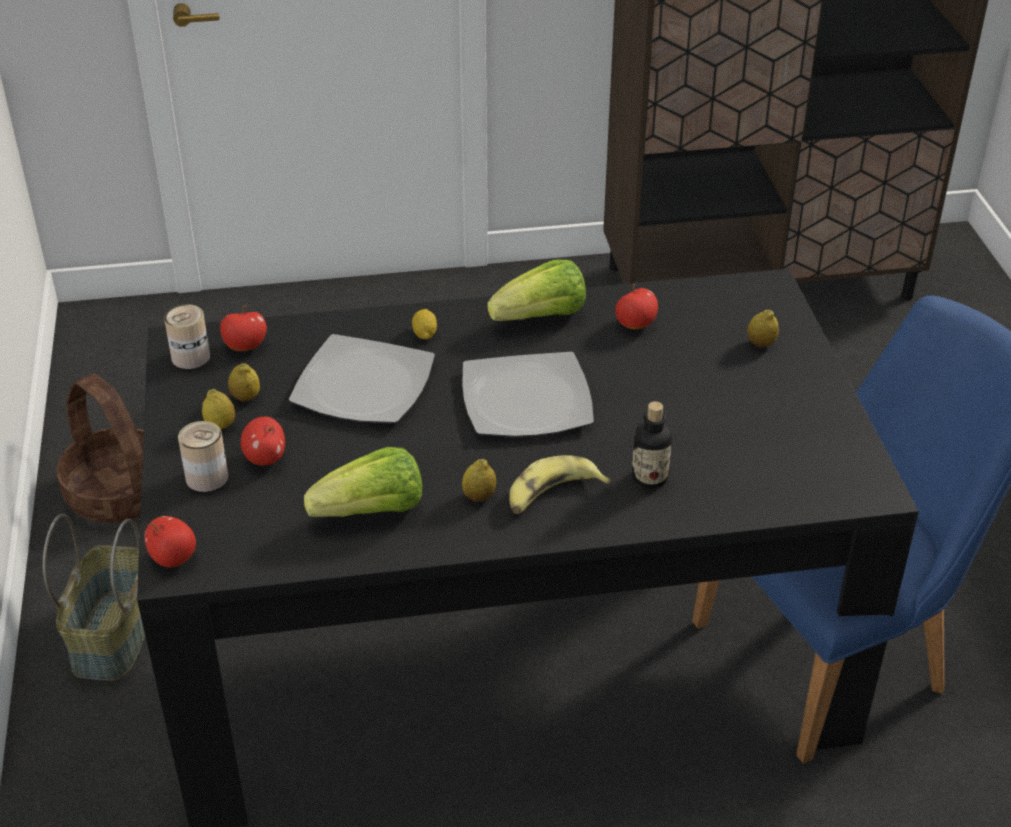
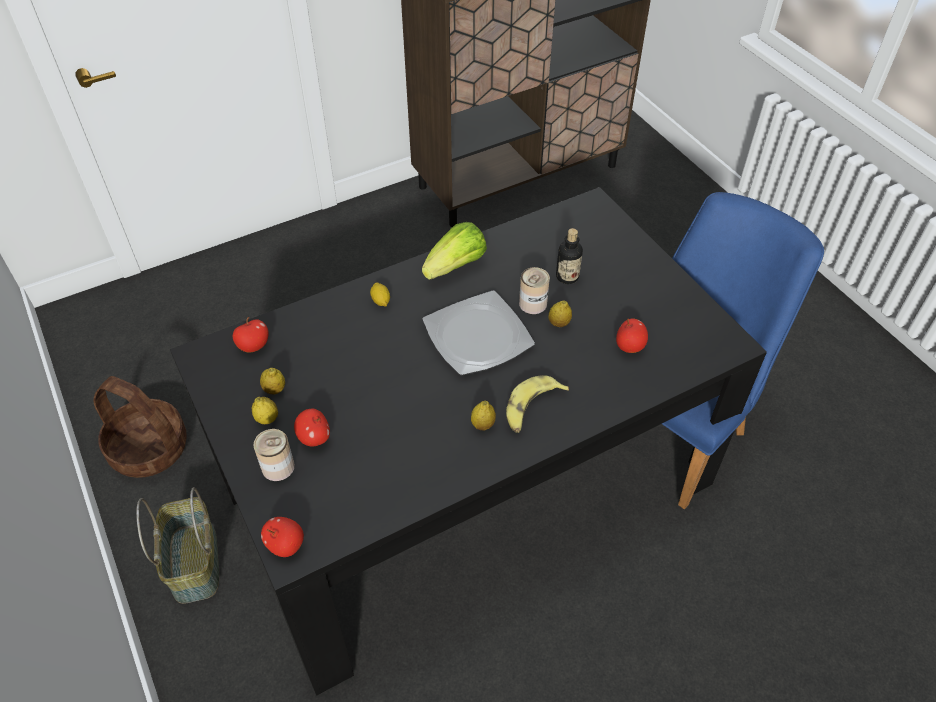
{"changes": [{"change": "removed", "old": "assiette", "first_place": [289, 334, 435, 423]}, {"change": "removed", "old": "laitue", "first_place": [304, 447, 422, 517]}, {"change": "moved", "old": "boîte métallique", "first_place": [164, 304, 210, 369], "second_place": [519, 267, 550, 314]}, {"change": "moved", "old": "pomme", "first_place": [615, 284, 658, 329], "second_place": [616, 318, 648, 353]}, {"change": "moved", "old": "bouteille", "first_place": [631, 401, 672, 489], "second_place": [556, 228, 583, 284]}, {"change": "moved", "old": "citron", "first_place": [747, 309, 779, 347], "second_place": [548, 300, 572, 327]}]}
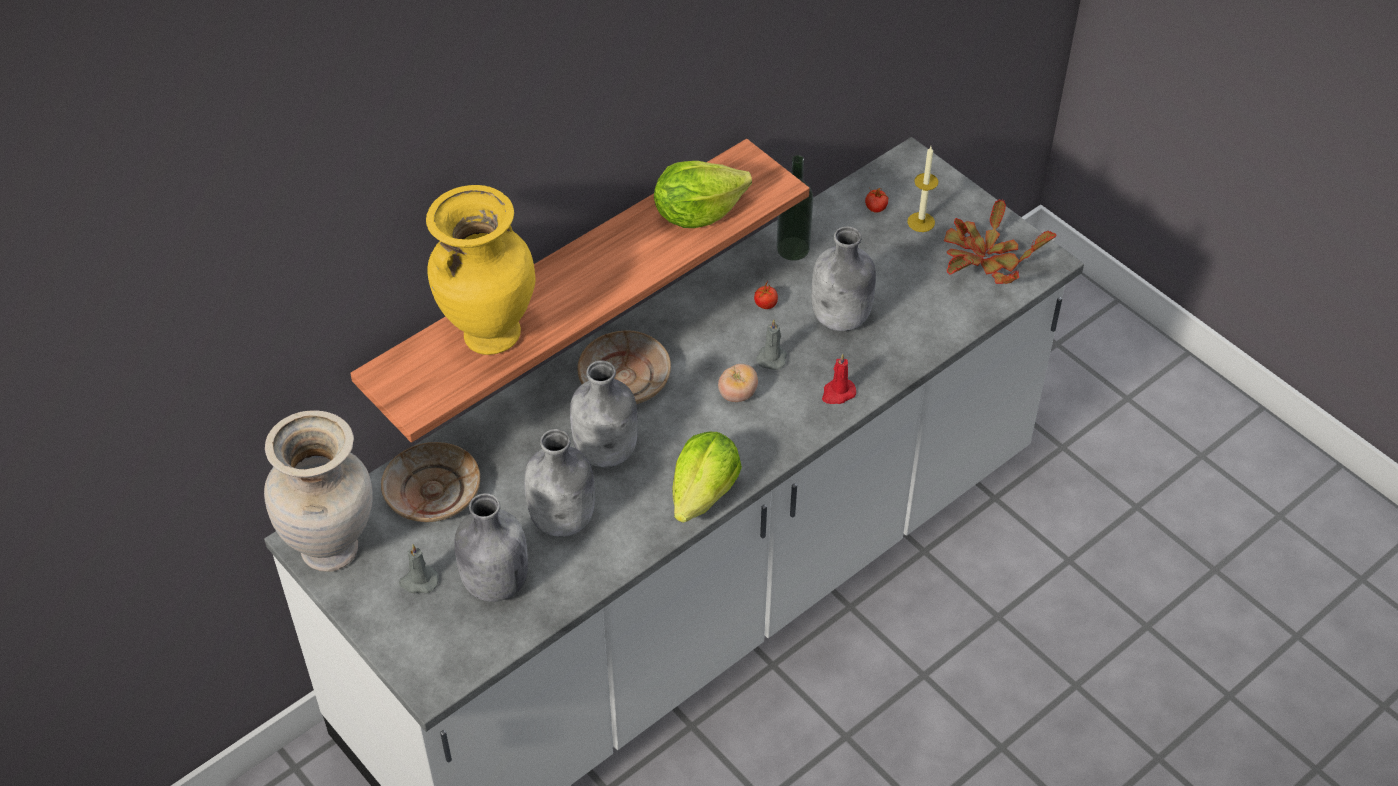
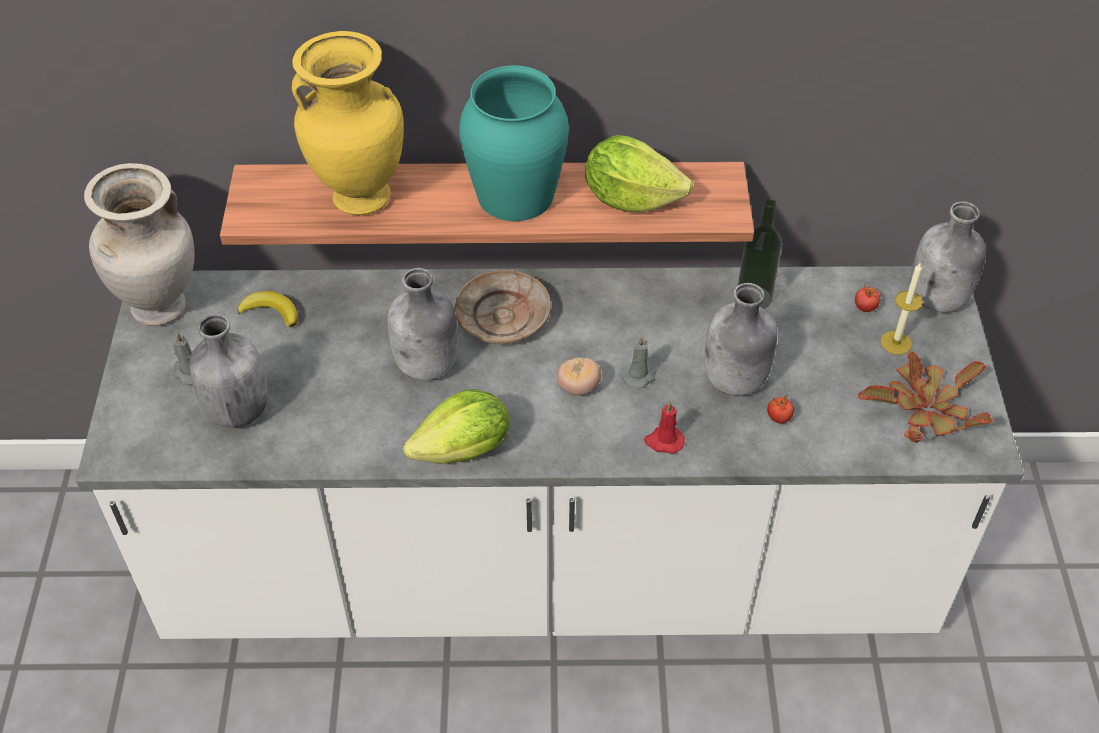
{"changes": [{"change": "added", "new": "vase (turquoise)", "second_place": [459, 65, 569, 221]}, {"change": "moved", "old": "bouteille (gris)", "first_place": [524, 429, 595, 537], "second_place": [910, 201, 986, 312]}, {"change": "moved", "old": "tomate", "first_place": [754, 280, 778, 309], "second_place": [767, 395, 794, 424]}, {"change": "replaced", "old": "assiette (beige)", "new": "banane", "first_place": [381, 442, 480, 522], "second_place": [237, 291, 298, 328]}]}
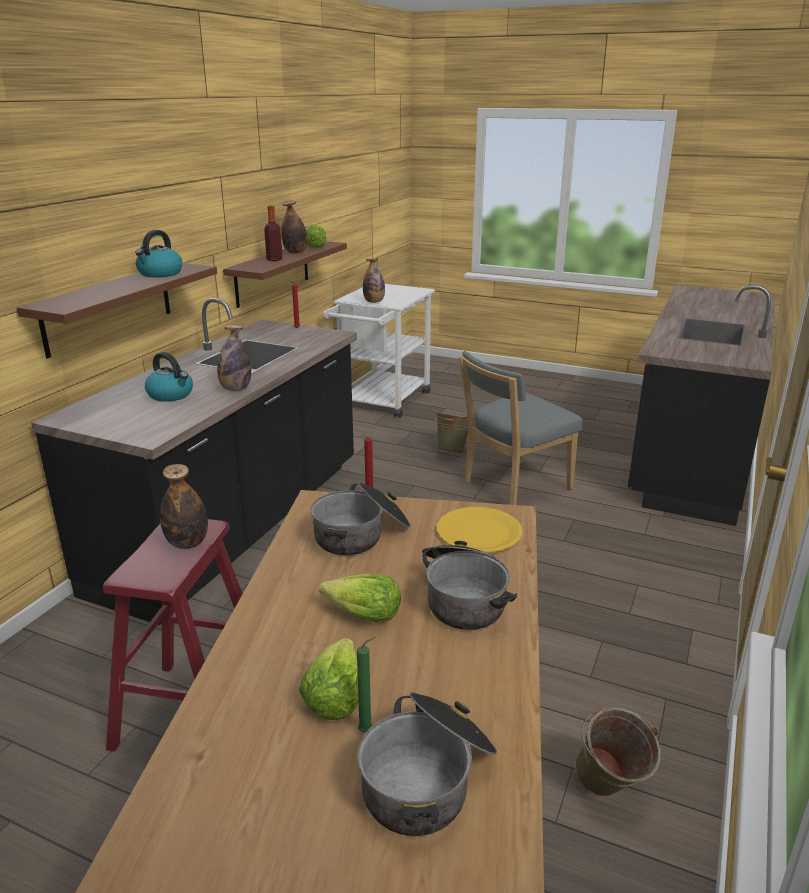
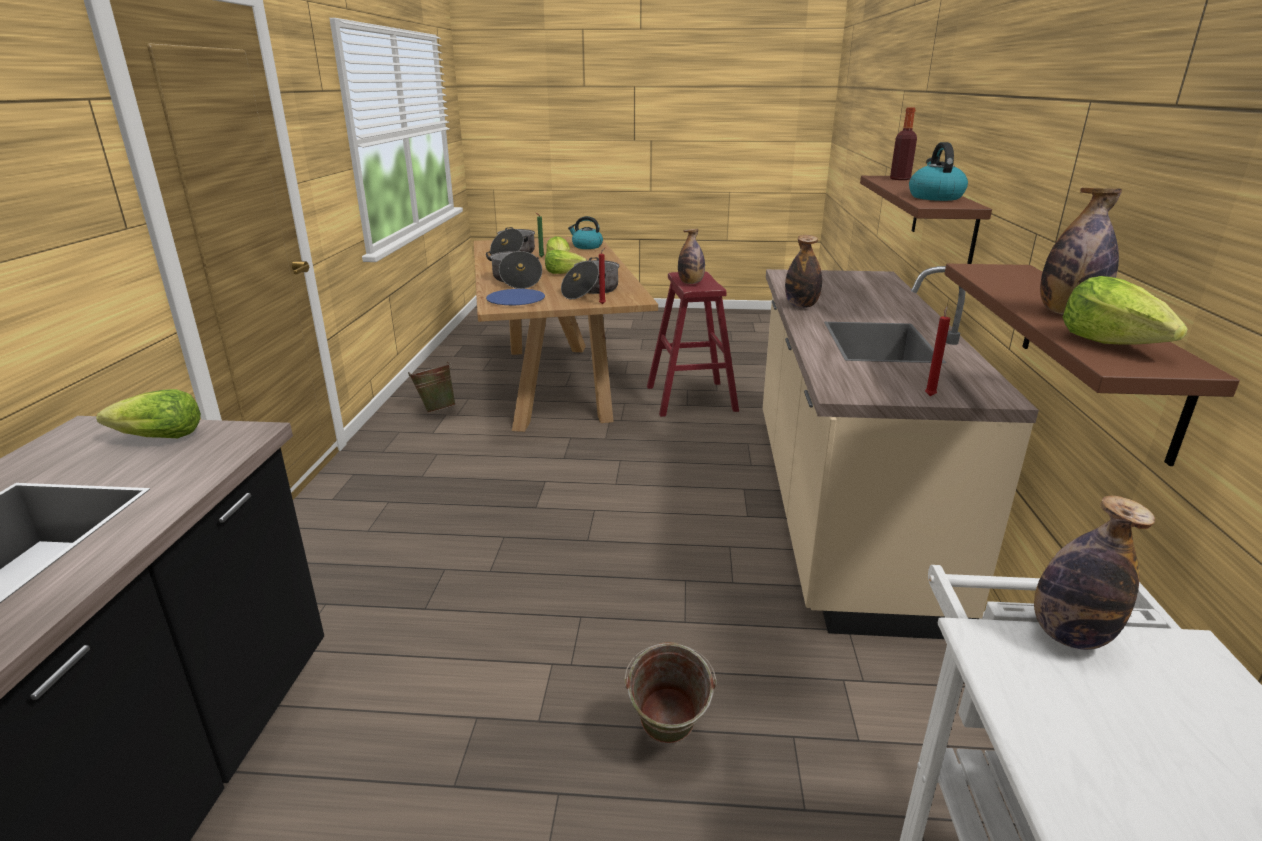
{"changes": [{"change": "removed", "old": "chaise (gris)", "first_place": [459, 351, 582, 505]}, {"change": "added", "new": "laitue", "second_place": [96, 389, 201, 438]}, {"change": "moved", "old": "bouilloire", "first_place": [145, 352, 193, 402], "second_place": [568, 216, 603, 249]}, {"change": "moved", "old": "bouteille", "first_place": [264, 205, 283, 261], "second_place": [890, 107, 917, 180]}, {"change": "recoloured", "old": "comptoir de cuisine (noir)", "new": "comptoir de cuisine (beige)", "first_place": [31, 298, 357, 625], "second_place": [763, 266, 1039, 639]}, {"change": "recoloured", "old": "assiette (jaune)", "new": "assiette (bleu)", "first_place": [437, 507, 523, 553], "second_place": [486, 289, 545, 305]}]}
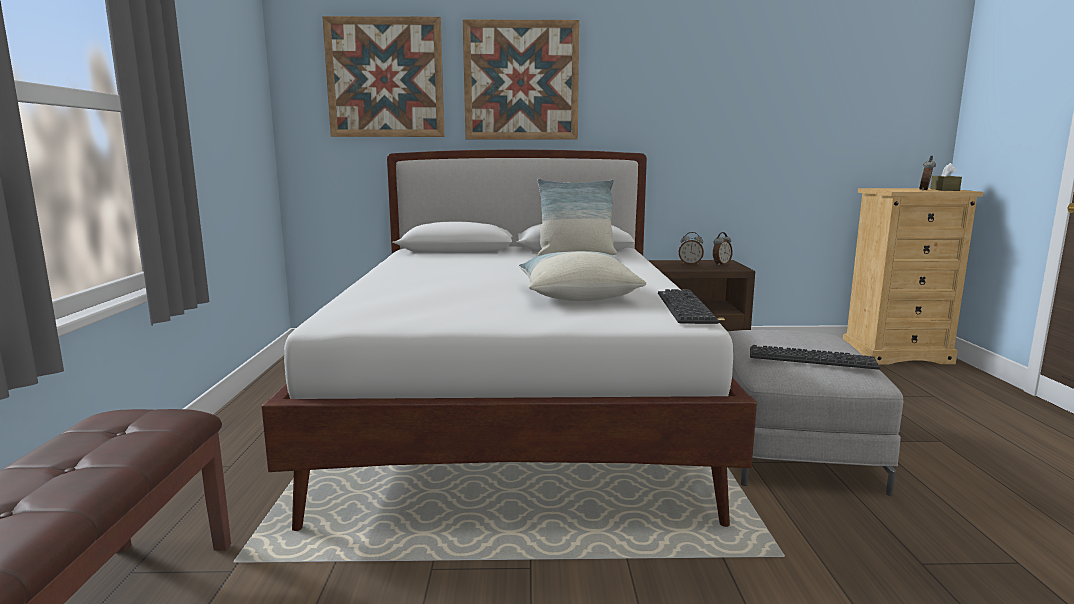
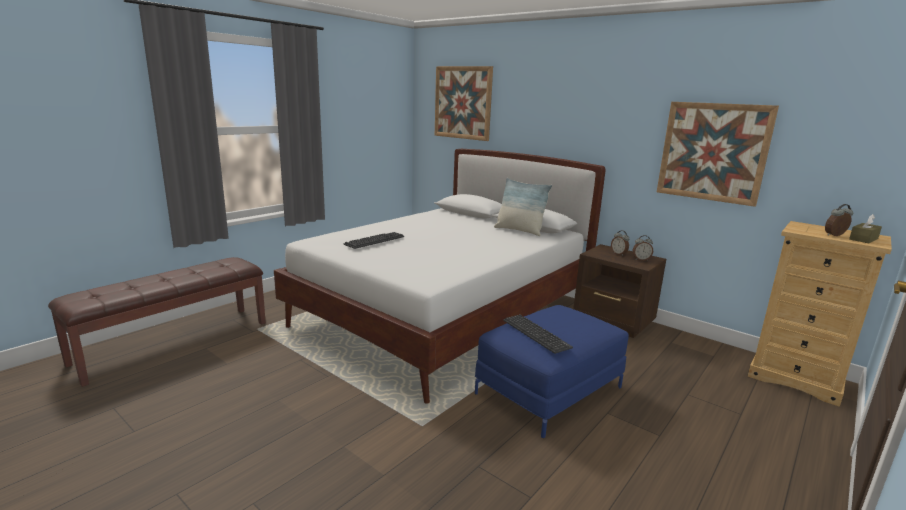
{"changes": [{"change": "removed", "old": "coussin", "first_place": [519, 251, 646, 301]}, {"change": "moved", "old": "tableau", "first_place": [463, 20, 579, 139], "second_place": [657, 102, 779, 207]}, {"change": "moved", "old": "clavier", "first_place": [658, 289, 719, 324], "second_place": [343, 232, 404, 249]}, {"change": "recoloured", "old": "pouf (gris)", "new": "pouf (bleu)", "first_place": [727, 330, 903, 496], "second_place": [475, 305, 629, 438]}]}
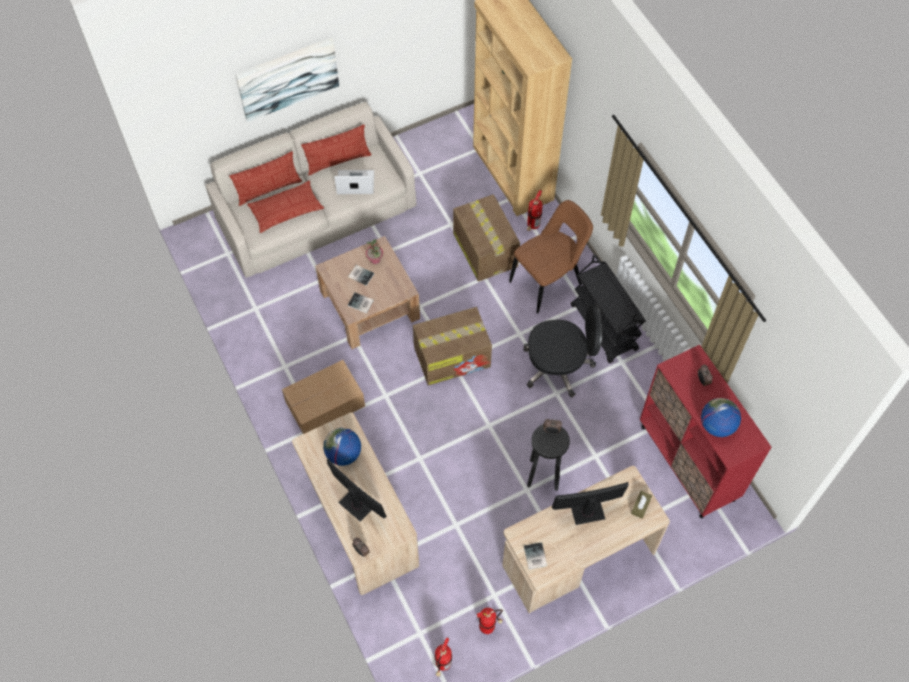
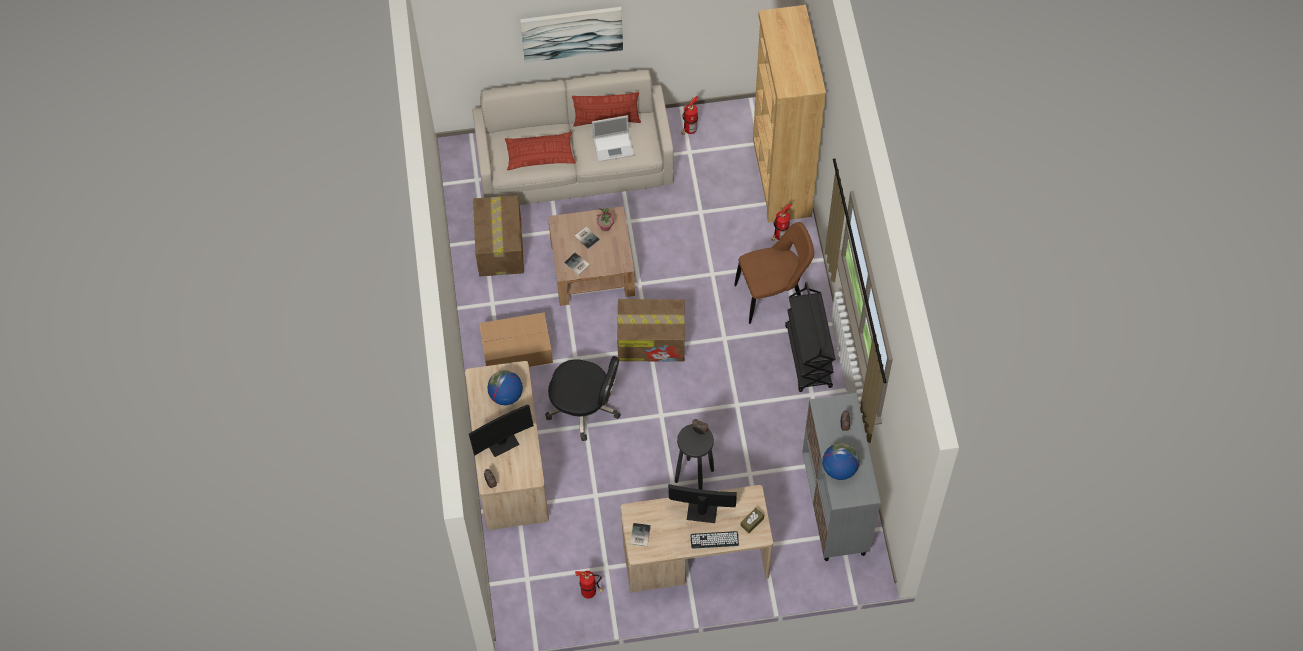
{"changes": [{"change": "removed", "old": "coussin", "first_place": [229, 151, 302, 206]}, {"change": "added", "new": "clavier", "second_place": [690, 531, 739, 549]}, {"change": "moved", "old": "extincteur", "first_place": [435, 638, 452, 677], "second_place": [681, 96, 698, 135]}, {"change": "moved", "old": "carton", "first_place": [453, 194, 520, 282], "second_place": [473, 195, 524, 276]}, {"change": "moved", "old": "chaise de bureau (noir)", "first_place": [524, 304, 602, 398], "second_place": [545, 356, 620, 441]}, {"change": "recoloured", "old": "meuble de rangement (rouge)", "new": "meuble de rangement (gris)", "first_place": [640, 345, 772, 518], "second_place": [802, 393, 881, 561]}, {"change": "turned", "old": "écran d'ordinateur", "first_place": [327, 459, 387, 522], "second_place": [469, 405, 534, 457], "degrees": 90}, {"change": "turned", "old": "ordinateur portable", "first_place": [334, 170, 374, 194], "second_place": [592, 115, 634, 162], "degrees": 150}]}
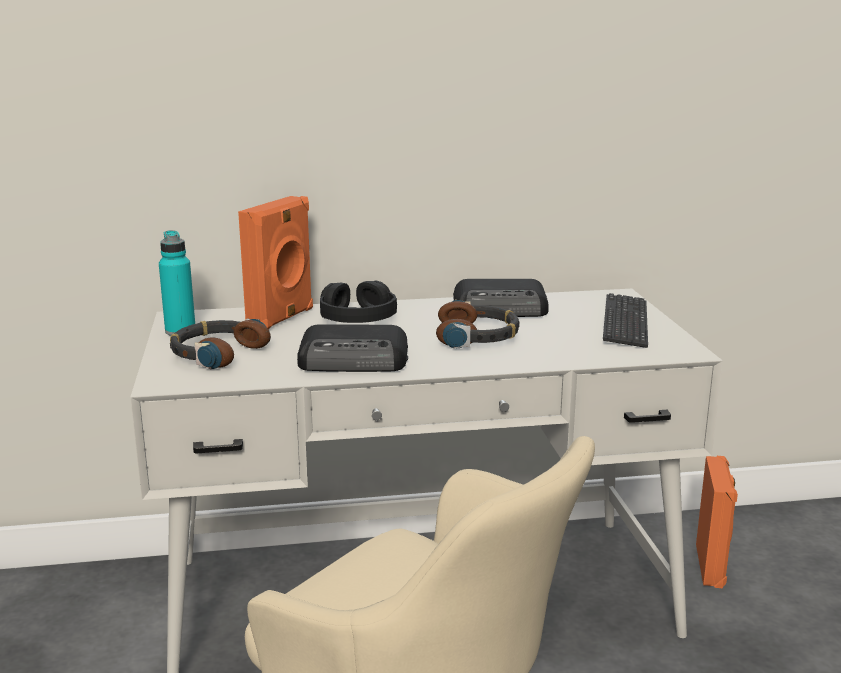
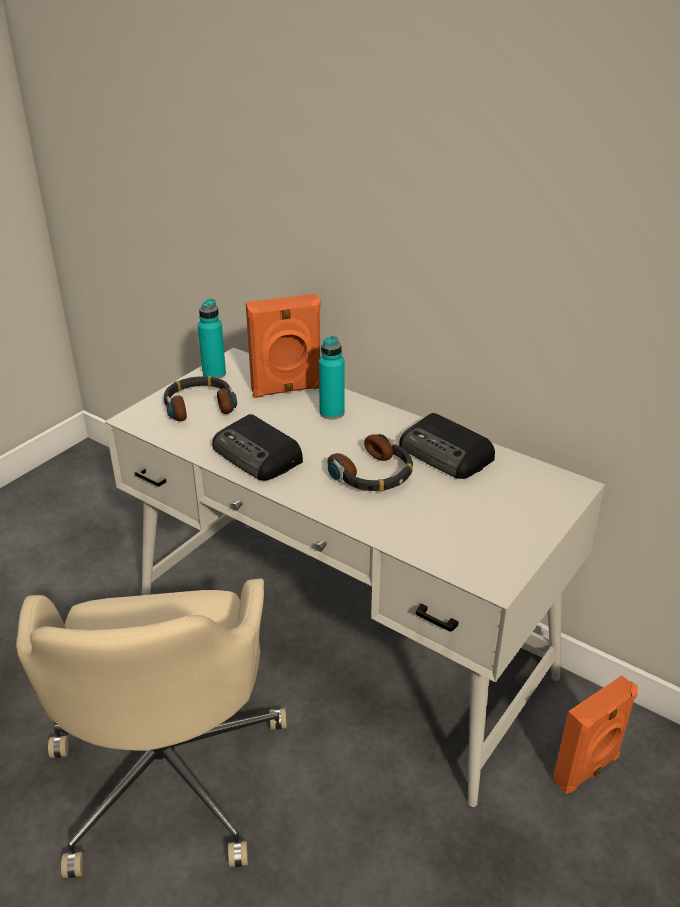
{"changes": [{"change": "removed", "old": "clavier", "first_place": [603, 293, 648, 348]}, {"change": "replaced", "old": "casque audio (noir)", "new": "bouteille (turquoise)", "first_place": [320, 281, 397, 323], "second_place": [319, 336, 345, 419]}]}
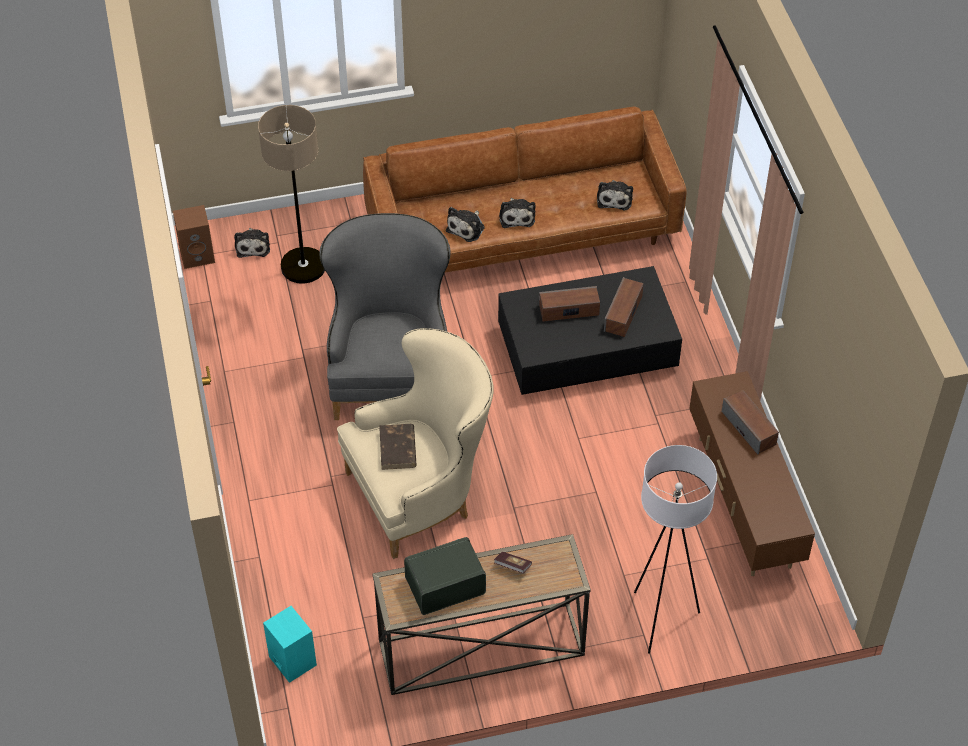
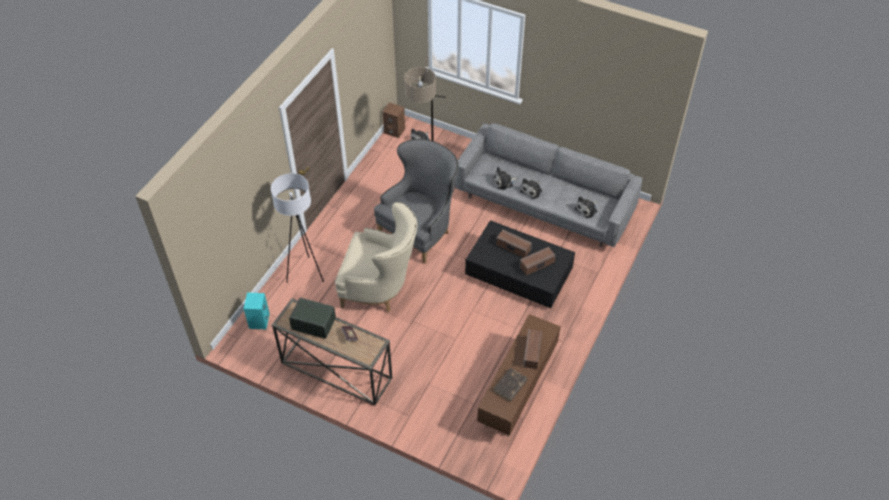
{"changes": [{"change": "moved", "old": "livre (marron)", "first_place": [379, 424, 416, 470], "second_place": [494, 368, 528, 401]}, {"change": "moved", "old": "lampadaire (blanc)", "first_place": [634, 445, 717, 654], "second_place": [271, 173, 324, 283]}, {"change": "recoloured", "old": "canapé (marron)", "new": "canapé (gris)", "first_place": [363, 107, 687, 273], "second_place": [455, 123, 643, 247]}]}
